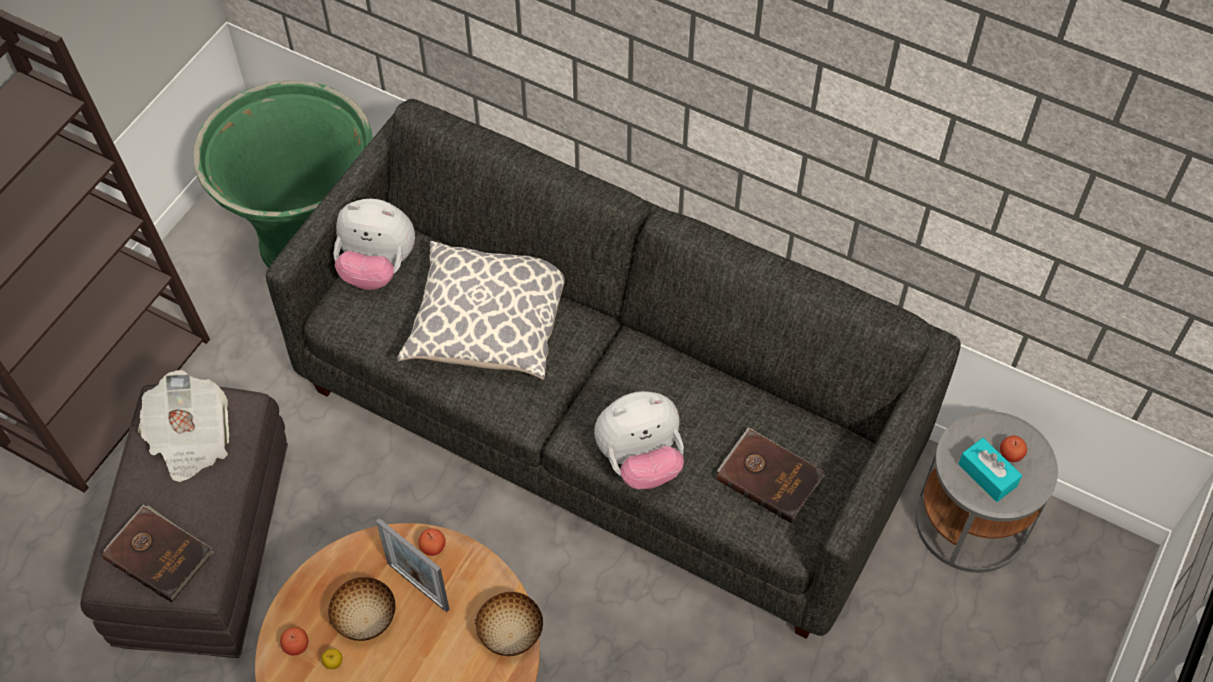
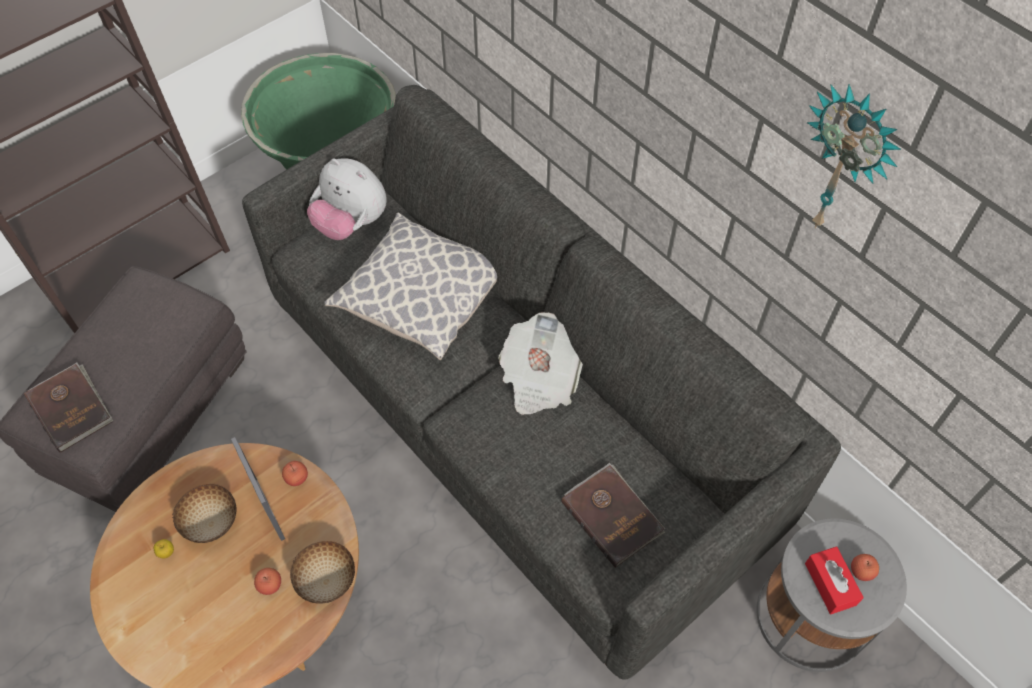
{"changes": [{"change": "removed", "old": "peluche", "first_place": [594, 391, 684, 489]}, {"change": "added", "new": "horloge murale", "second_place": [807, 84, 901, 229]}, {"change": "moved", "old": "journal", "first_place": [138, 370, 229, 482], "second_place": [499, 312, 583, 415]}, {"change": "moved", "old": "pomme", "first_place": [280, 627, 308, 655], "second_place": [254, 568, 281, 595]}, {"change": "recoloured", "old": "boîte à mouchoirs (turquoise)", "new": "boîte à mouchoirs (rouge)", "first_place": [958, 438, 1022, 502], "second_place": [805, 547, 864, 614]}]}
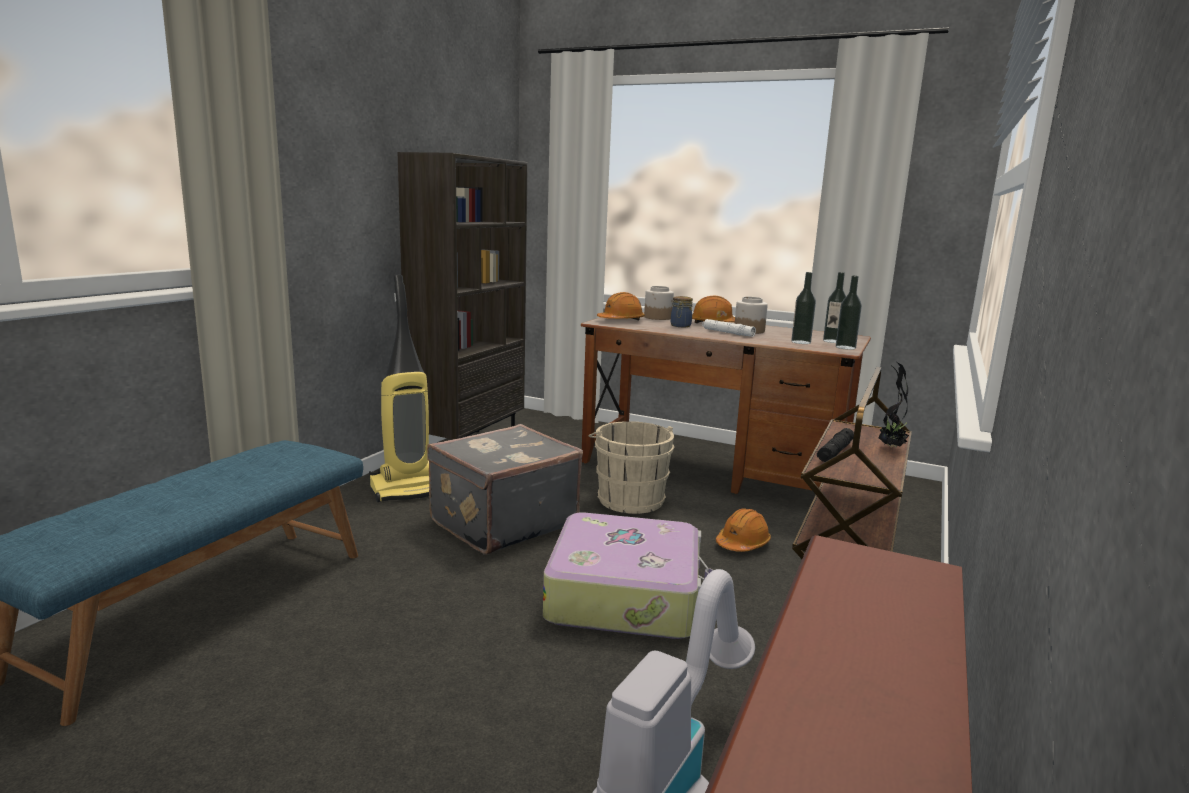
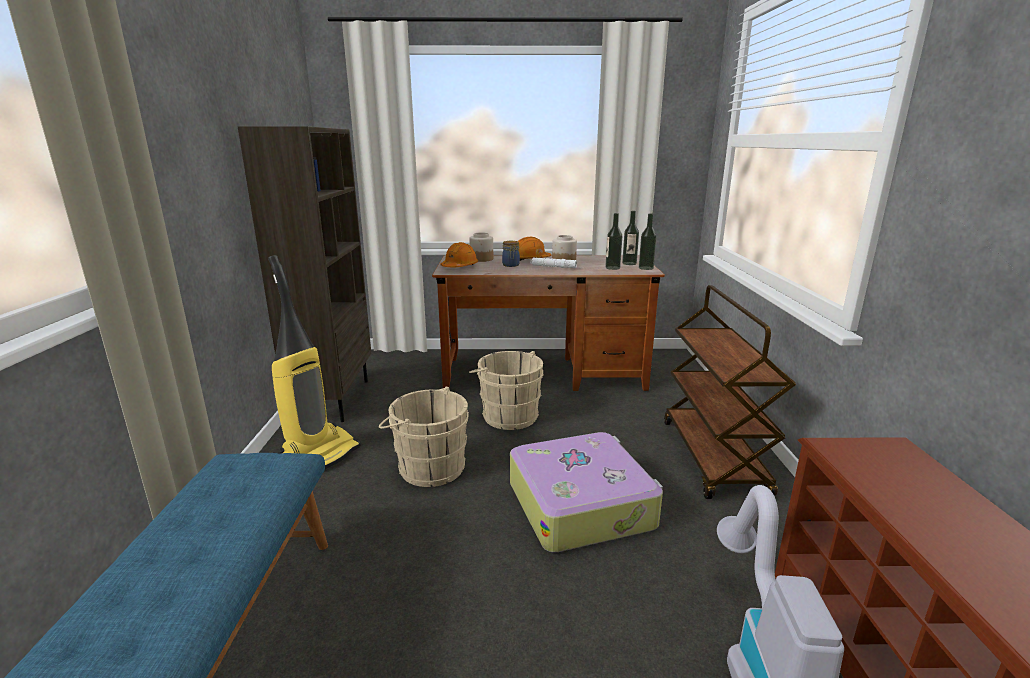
{"changes": [{"change": "removed", "old": "casque de chantier (orange)", "first_place": [716, 508, 771, 552]}, {"change": "removed", "old": "lampe de poche (noir)", "first_place": [817, 428, 854, 462]}, {"change": "removed", "old": "plante en pot", "first_place": [876, 362, 909, 447]}, {"change": "replaced", "old": "valise (gris)", "new": "seau (beige)", "first_place": [427, 424, 583, 555], "second_place": [379, 387, 469, 487]}]}
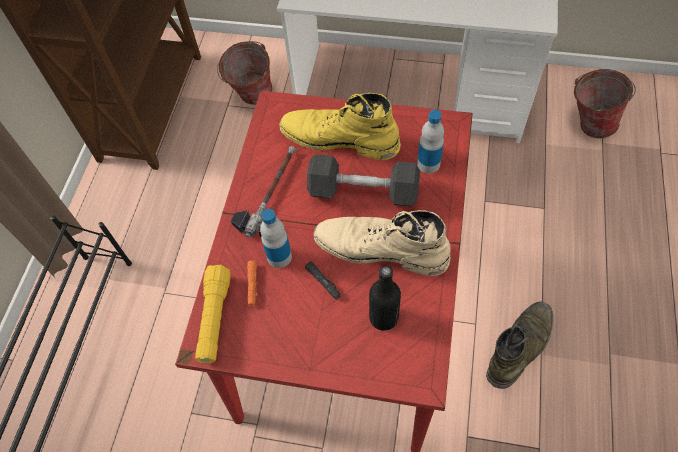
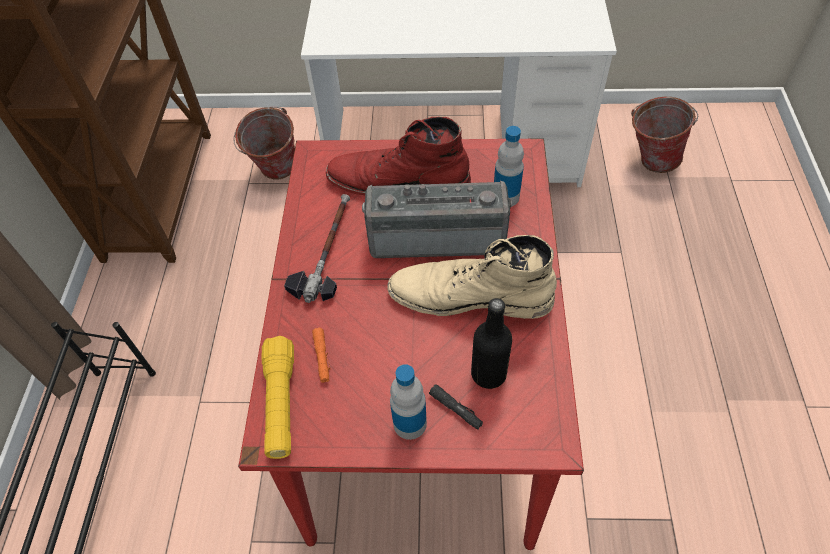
{"changes": [{"change": "removed", "old": "botte (vert)", "first_place": [486, 302, 553, 389]}, {"change": "moved", "old": "bouteille", "first_place": [260, 209, 292, 268], "second_place": [390, 364, 427, 440]}, {"change": "moved", "old": "lampe de poche (noir)", "first_place": [305, 261, 341, 299], "second_place": [429, 384, 483, 430]}, {"change": "replaced", "old": "haltère (gris)", "new": "radio", "first_place": [307, 154, 420, 206], "second_place": [362, 181, 512, 258]}, {"change": "recoloured", "old": "botte (jaune)", "new": "botte (rouge)", "first_place": [279, 92, 401, 160], "second_place": [326, 117, 471, 195]}]}
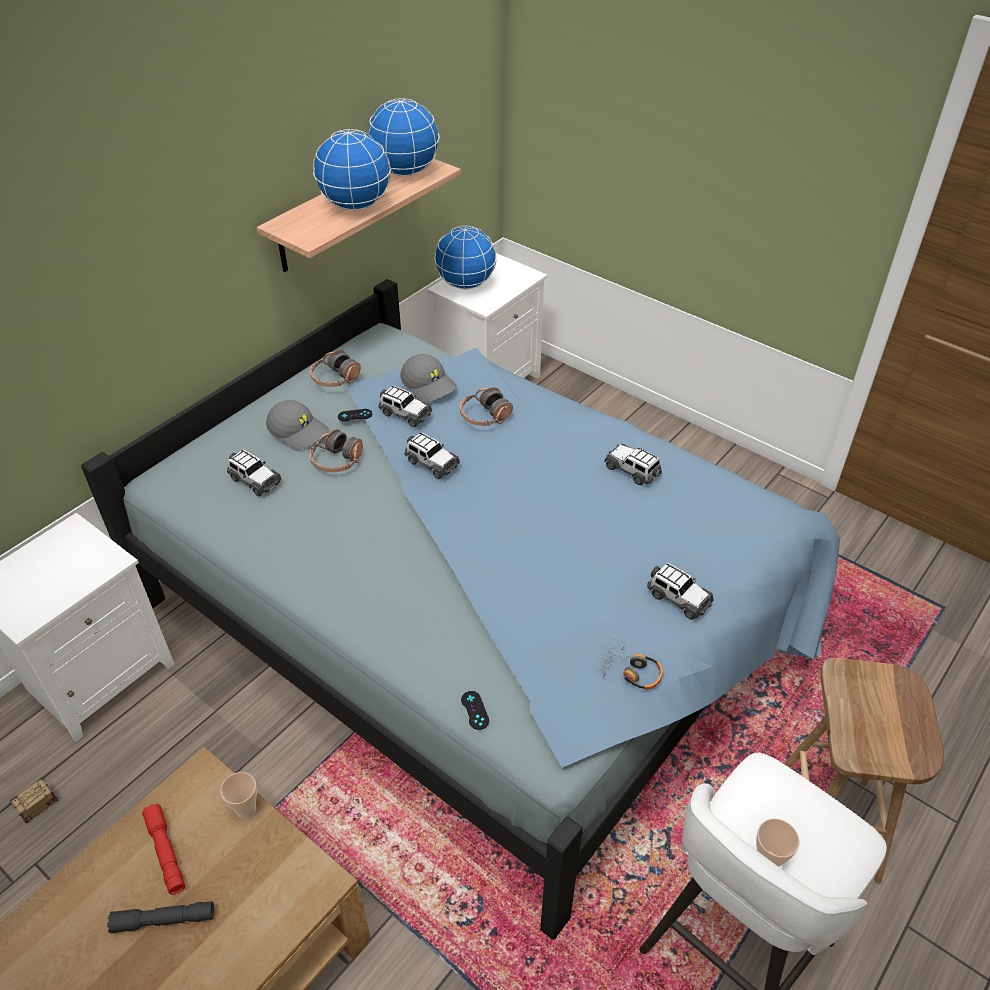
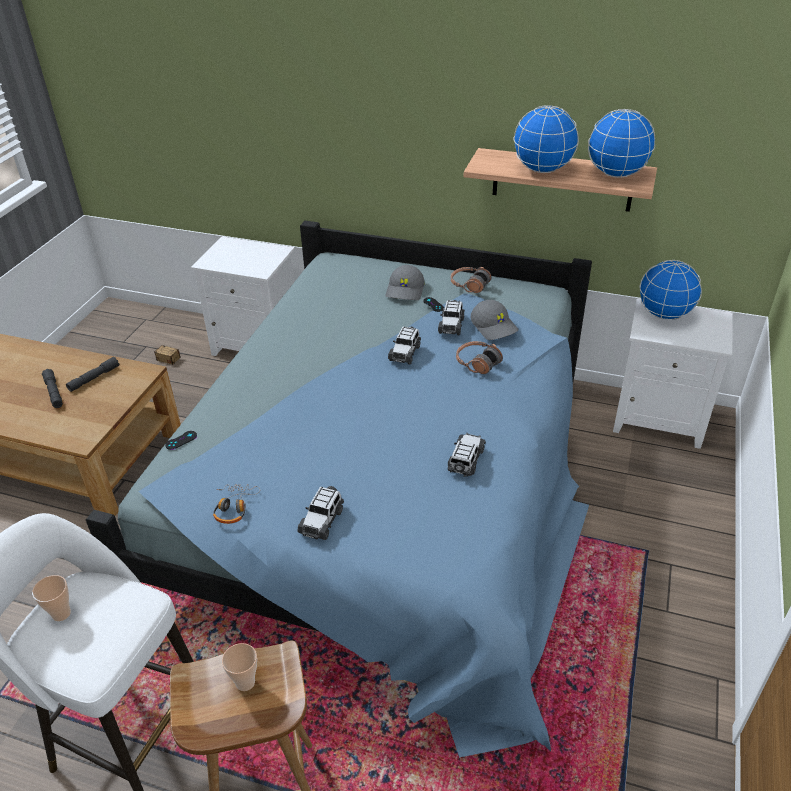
{"changes": [{"change": "removed", "old": "petite voiture", "first_place": [227, 449, 282, 497]}, {"change": "removed", "old": "casque audio", "first_place": [310, 429, 363, 472]}, {"change": "moved", "old": "tasse", "first_place": [220, 772, 257, 819], "second_place": [222, 643, 257, 691]}, {"change": "recoloured", "old": "lampe de poche (rouge)", "new": "lampe de poche (gris)", "first_place": [142, 804, 185, 895], "second_place": [66, 357, 120, 392]}, {"change": "turned", "old": "casquette (gris)", "first_place": [400, 354, 457, 403], "second_place": [471, 300, 519, 340], "degrees": -60}]}
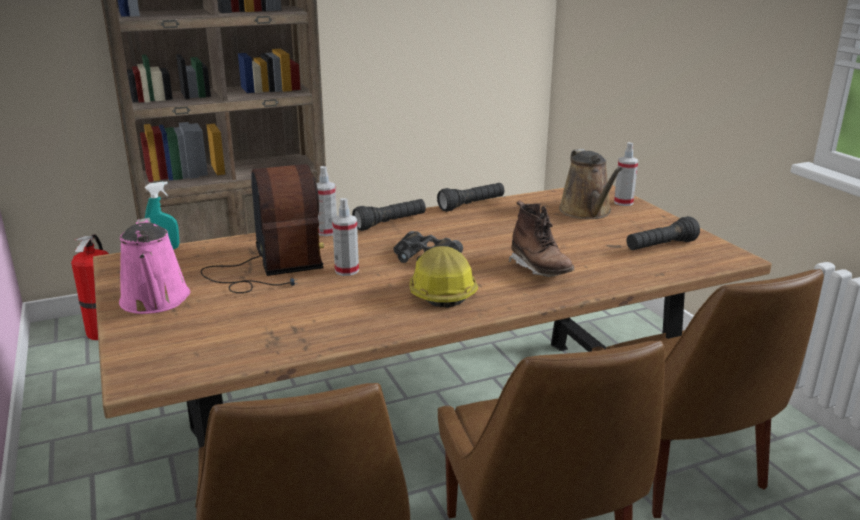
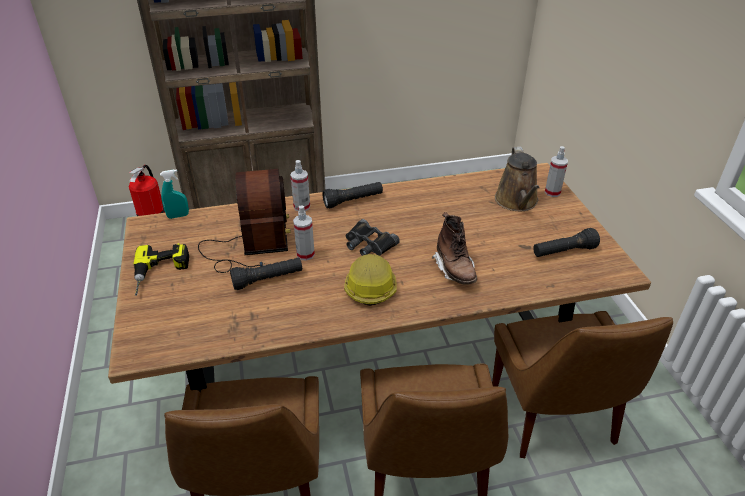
{"changes": [{"change": "moved", "old": "lampe de poche (noir)", "first_place": [437, 183, 504, 212], "second_place": [230, 257, 302, 290]}, {"change": "replaced", "old": "arrosoir (rose)", "new": "perceuse", "first_place": [119, 218, 190, 314], "second_place": [134, 243, 189, 296]}]}
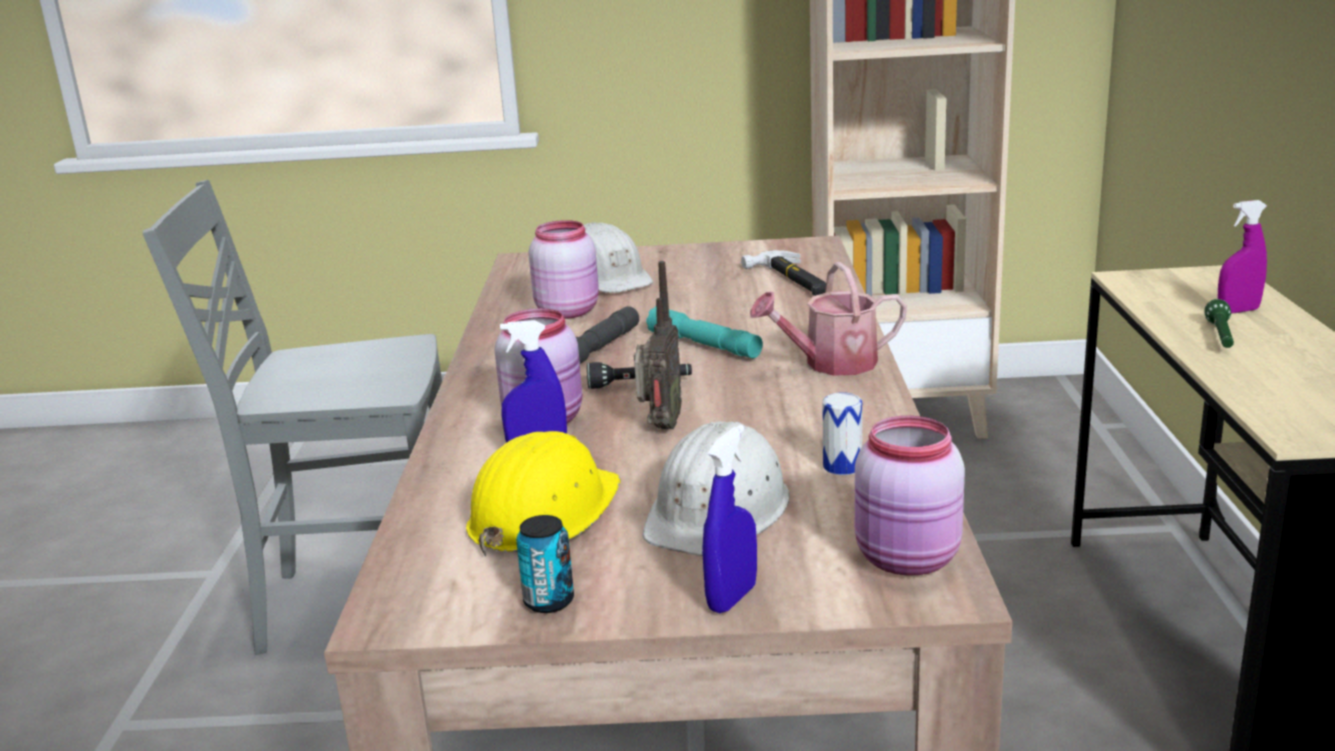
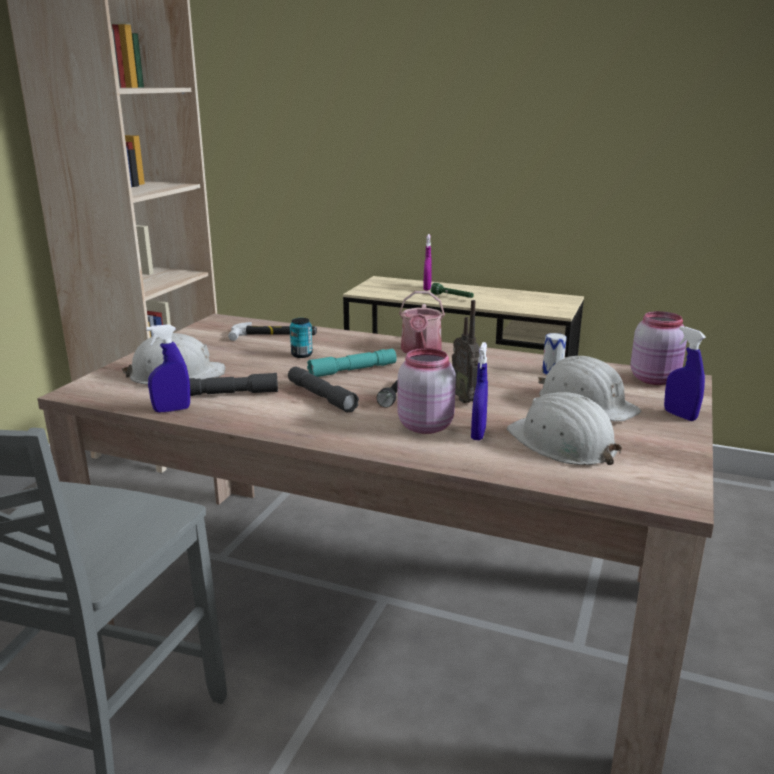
{"changes": [{"change": "added", "new": "vaporisateur (bleu)", "second_place": [146, 324, 190, 412]}, {"change": "moved", "old": "boîte métallique", "first_place": [516, 515, 574, 613], "second_place": [290, 318, 313, 358]}, {"change": "replaced", "old": "bocal (rose)", "new": "lampe de poche (gris)", "first_place": [529, 220, 599, 319], "second_place": [189, 373, 278, 396]}, {"change": "recoloured", "old": "casque de chantier (jaune)", "new": "casque de chantier (blanc)", "first_place": [466, 431, 621, 556], "second_place": [507, 392, 622, 465]}, {"change": "turned", "old": "radio", "first_place": [634, 261, 682, 429], "second_place": [452, 300, 480, 403], "degrees": -150}]}
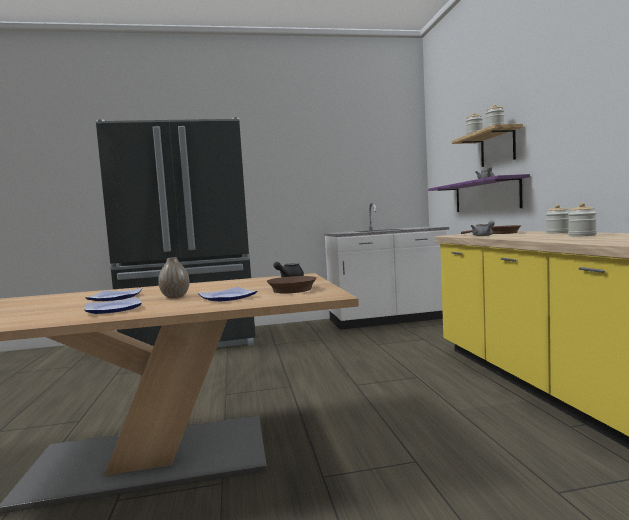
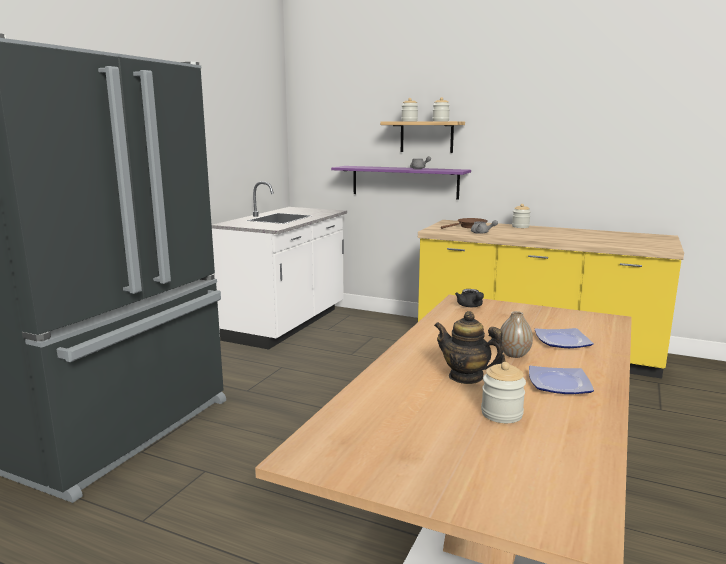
{"changes": [{"change": "removed", "old": "poêle (marron)", "first_place": [267, 276, 317, 293]}, {"change": "moved", "old": "bocal", "first_place": [568, 202, 597, 236], "second_place": [481, 362, 526, 423]}, {"change": "replaced", "old": "assiette", "new": "théière", "first_place": [85, 288, 142, 301], "second_place": [434, 311, 505, 384]}]}
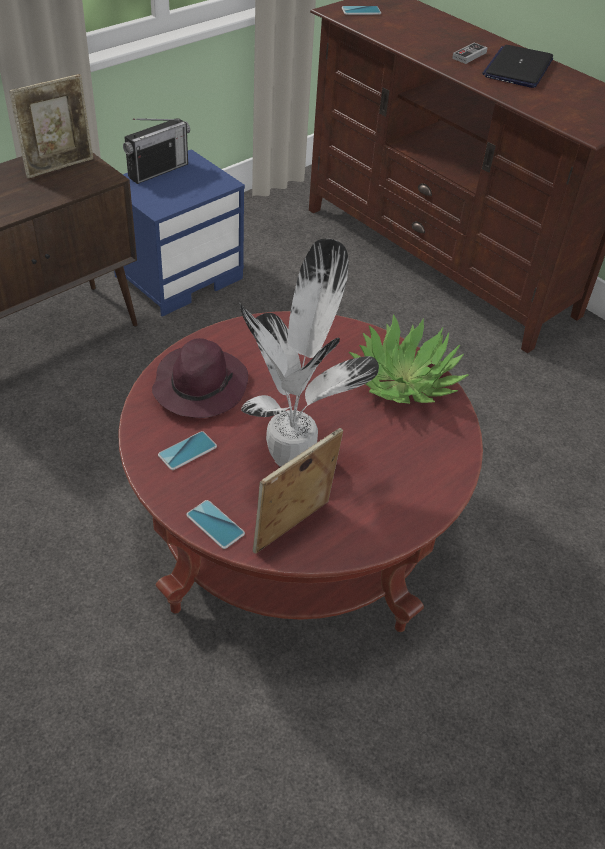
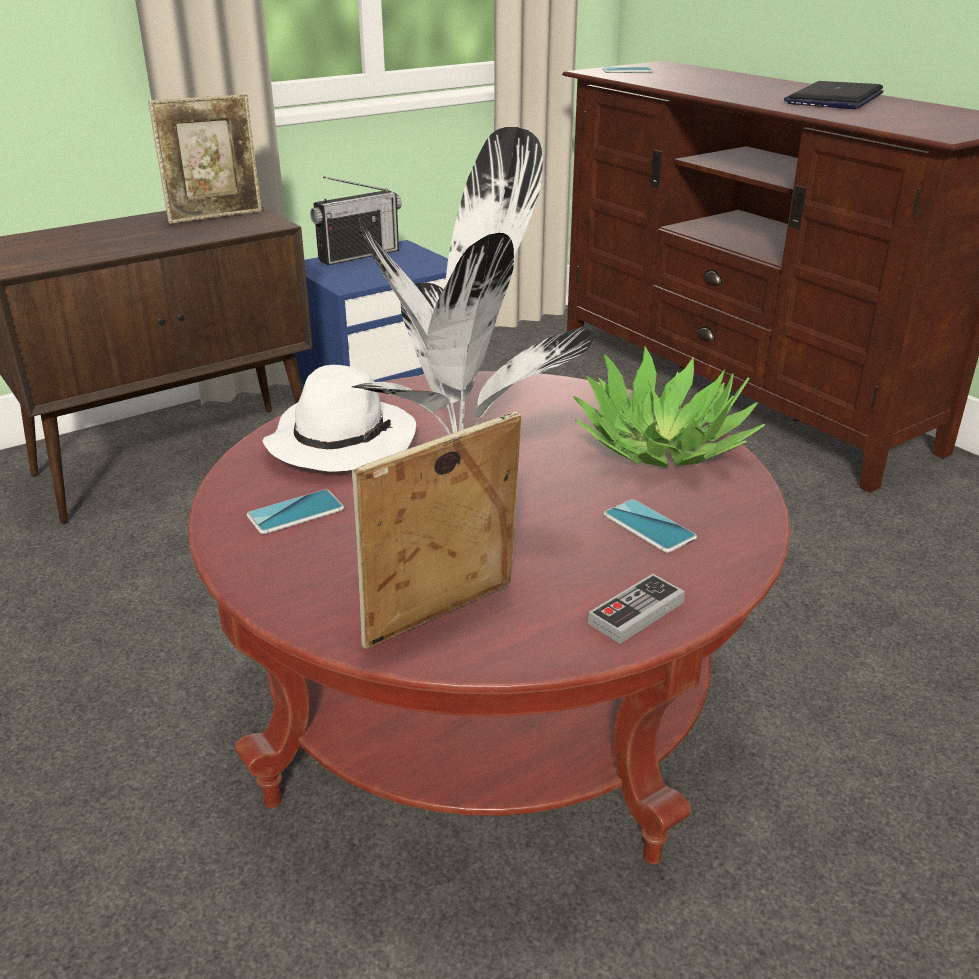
{"changes": [{"change": "moved", "old": "téléphone", "first_place": [186, 500, 245, 549], "second_place": [603, 499, 697, 553]}, {"change": "moved", "old": "manette", "first_place": [452, 43, 487, 64], "second_place": [588, 574, 685, 644]}, {"change": "recoloured", "old": "chapeau (violet)", "new": "chapeau (blanc)", "first_place": [152, 338, 248, 418], "second_place": [263, 365, 416, 472]}]}
